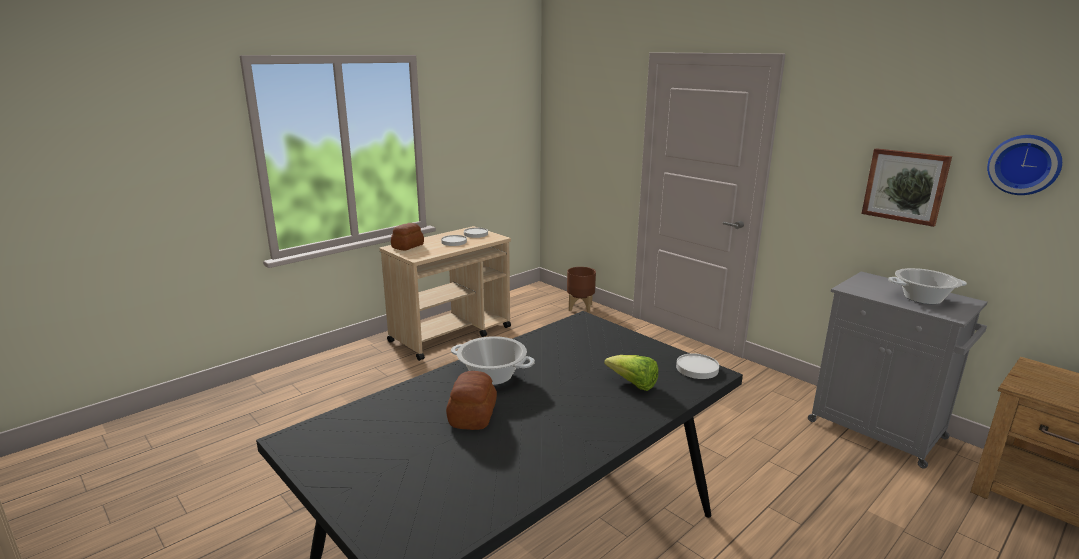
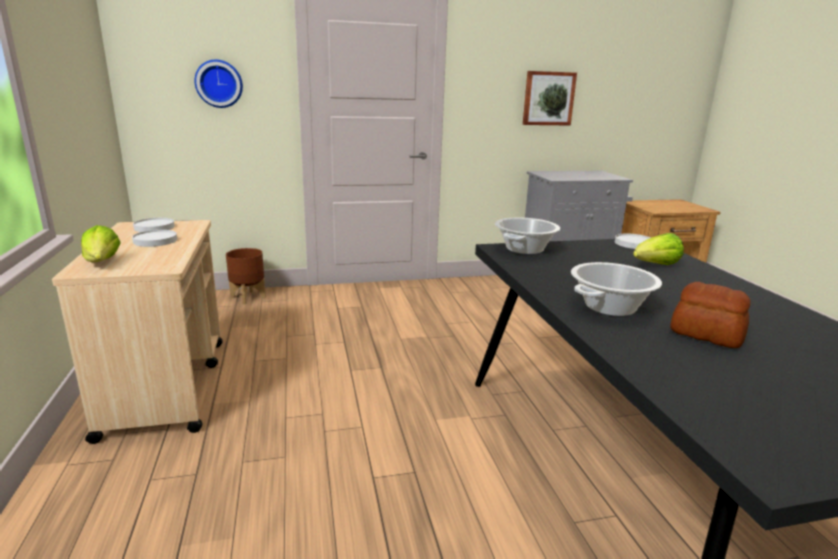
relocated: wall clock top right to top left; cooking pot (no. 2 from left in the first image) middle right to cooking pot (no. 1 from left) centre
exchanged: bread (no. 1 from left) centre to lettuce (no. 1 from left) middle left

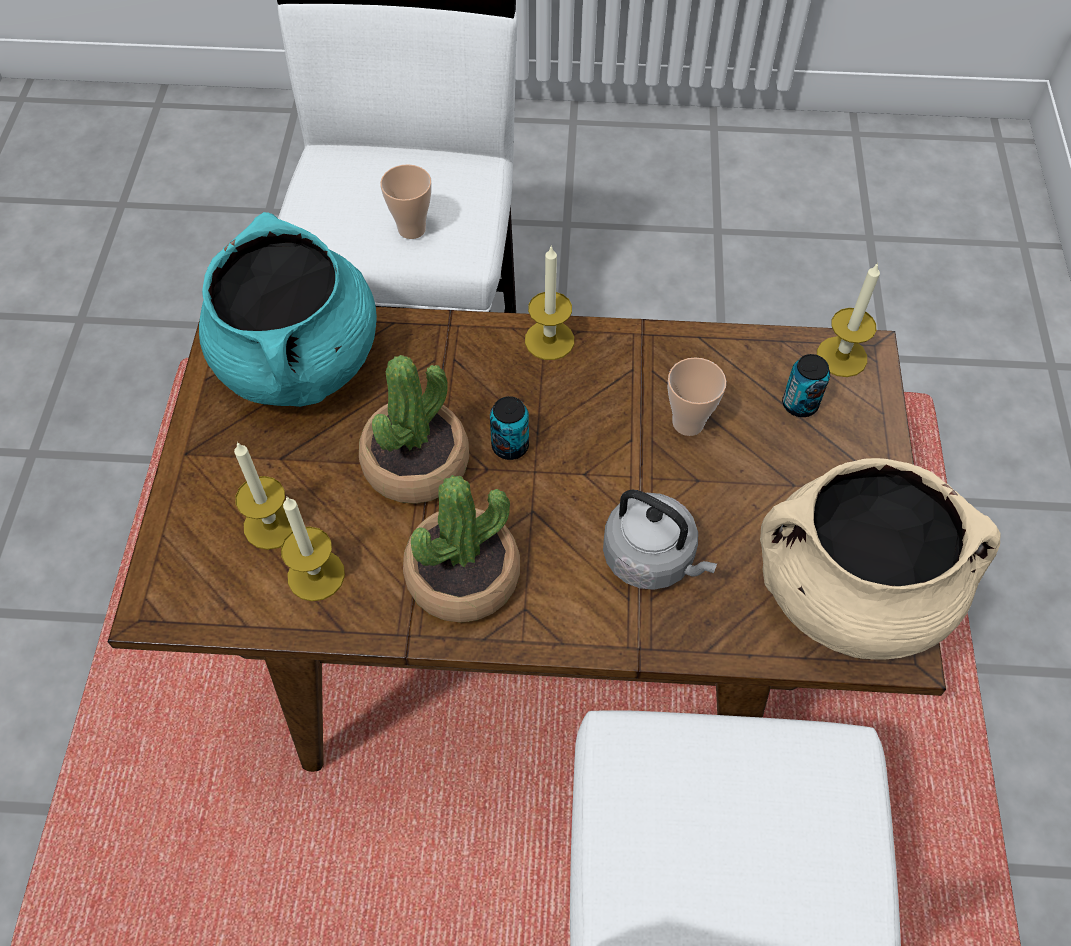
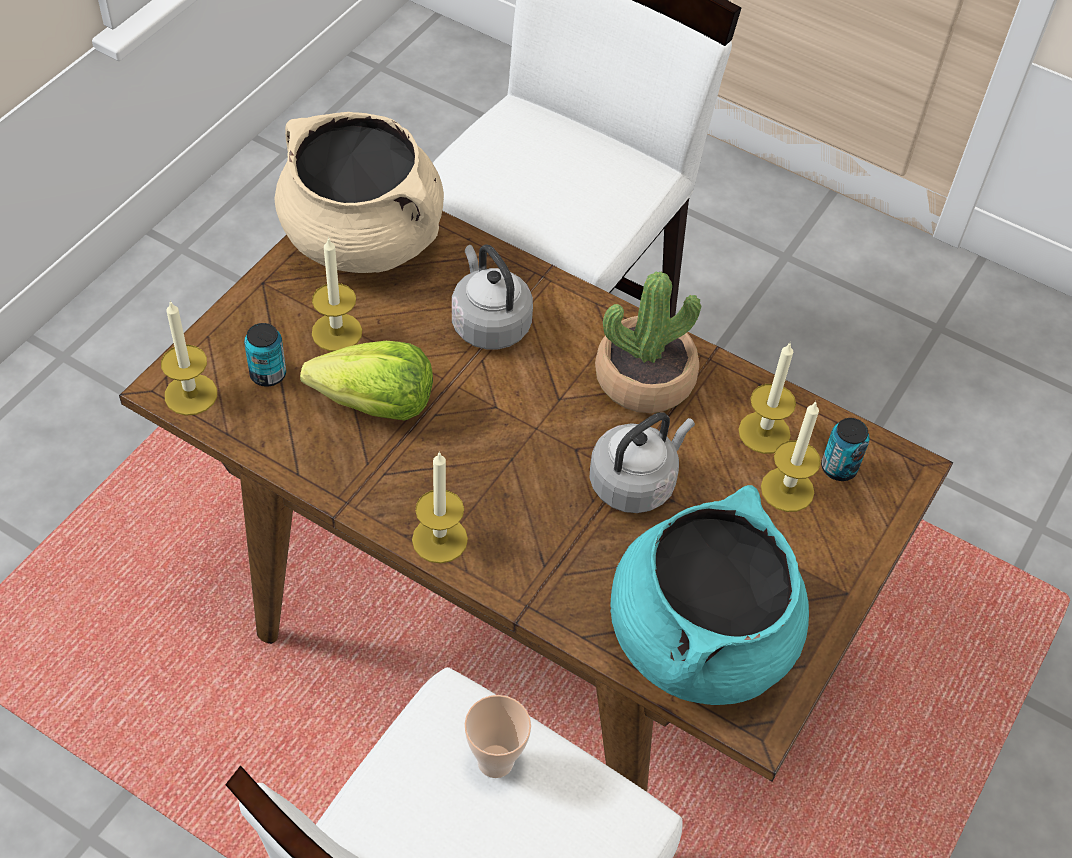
appeared: candle (no. 2 from left) middle left
relocated: can (no. 1 from left in the first image) centre to can (no. 2 from left) middle right
exchanged: cup (no. 2 from left) centre to lettuce centre; potted plant (no. 1 from left) centre to grey kettle (no. 2 from left) centre

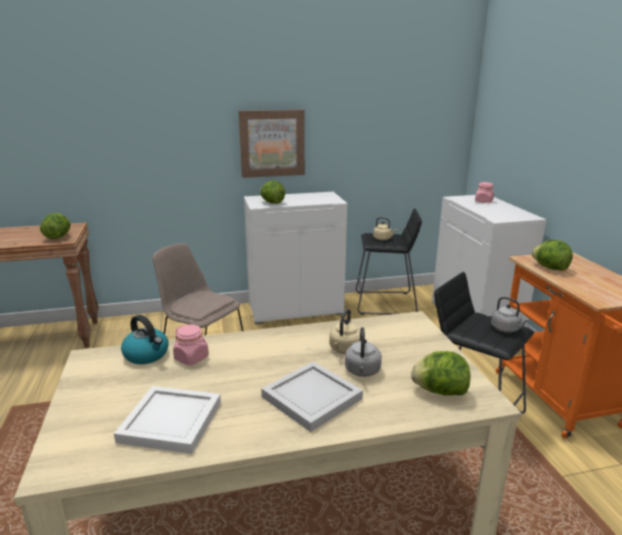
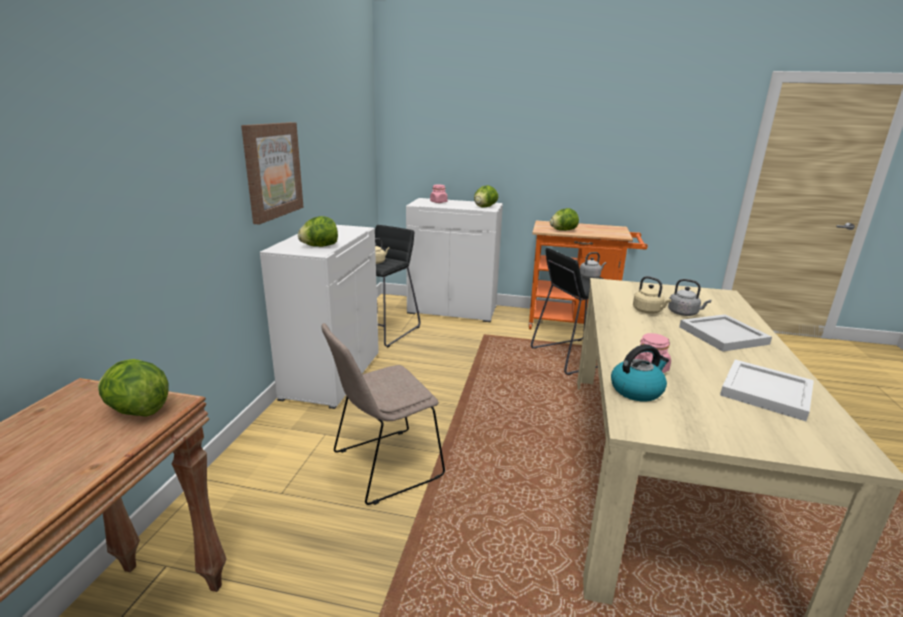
relocated: lettuce (no. 3 from left) bottom right to top centre

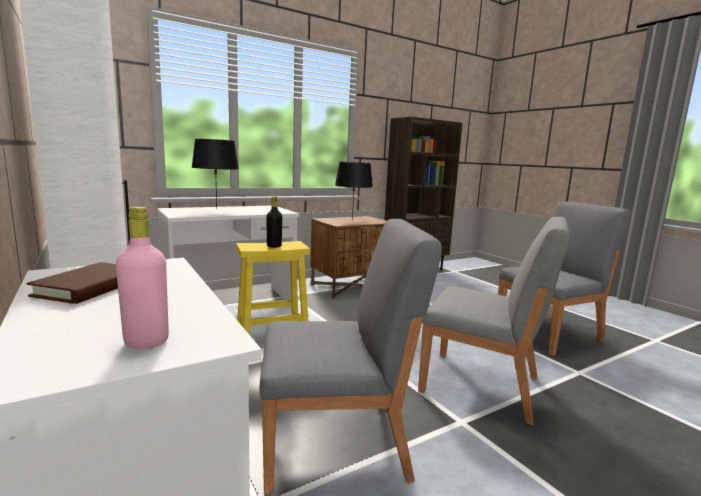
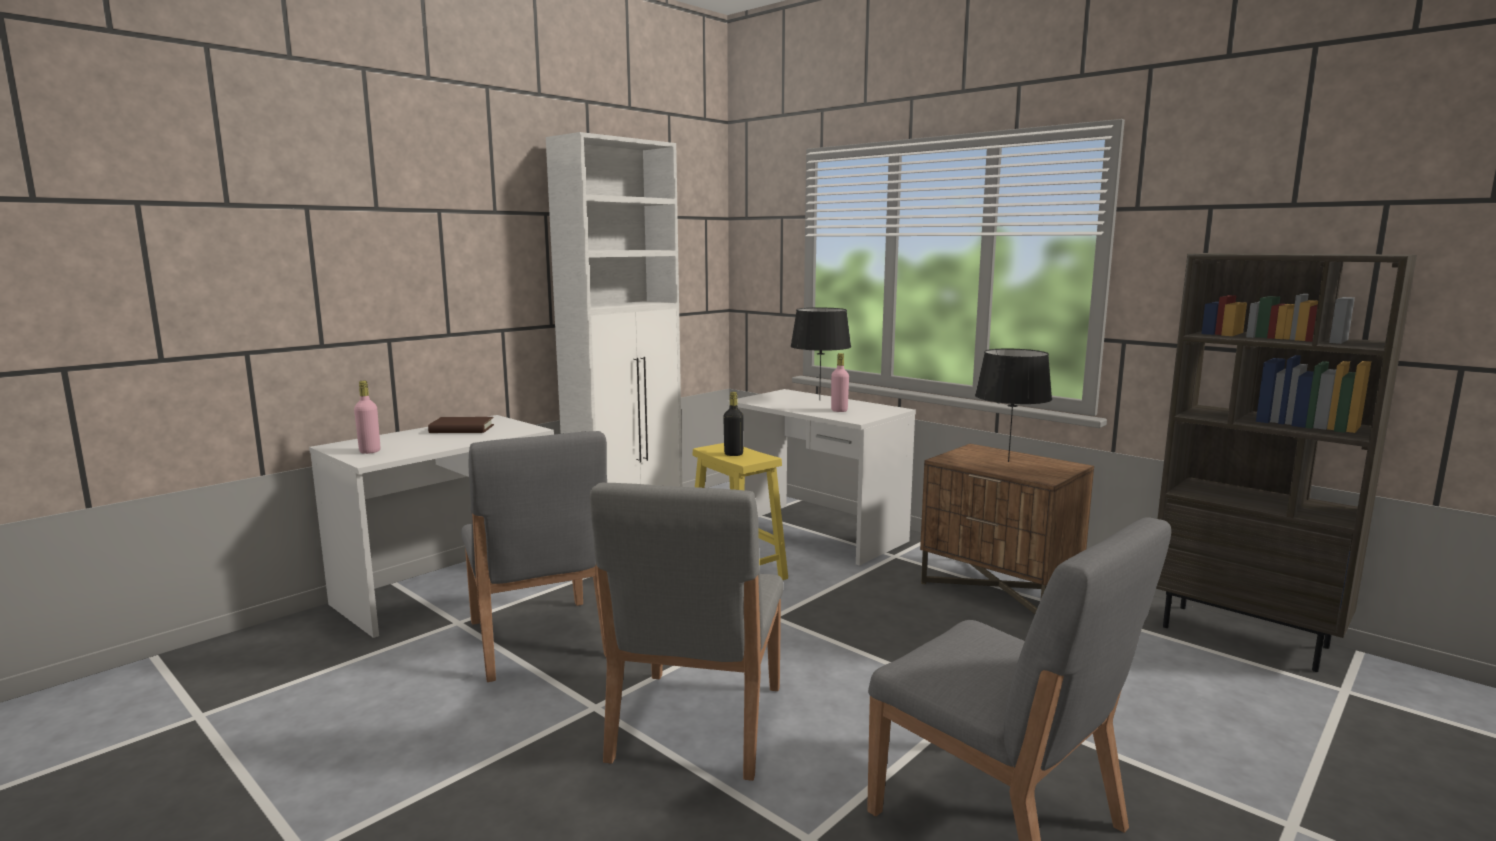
appeared: pink bottle (no. 2 from left) centre

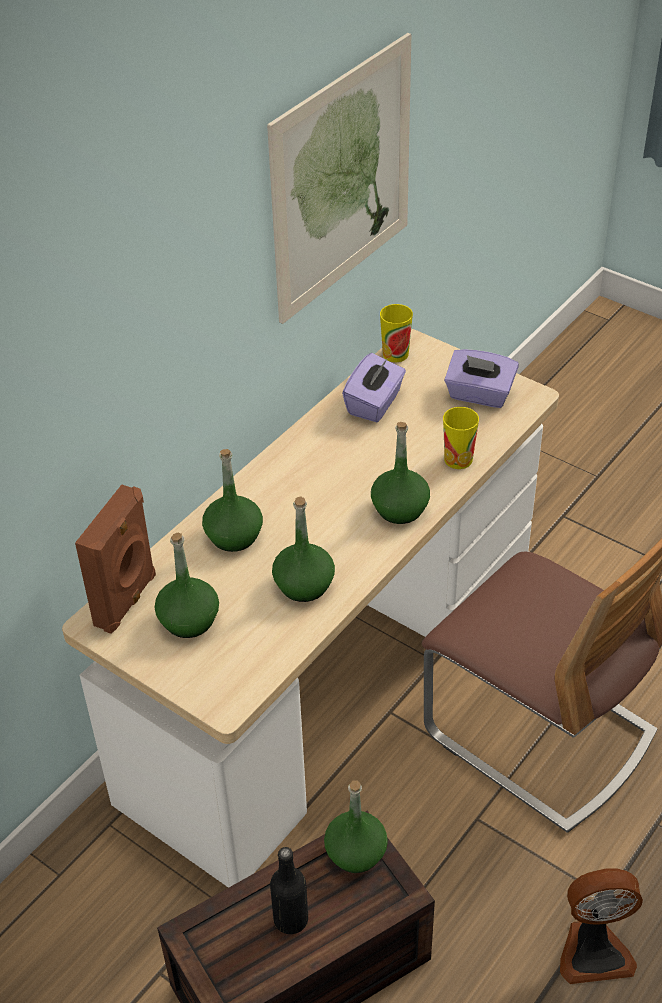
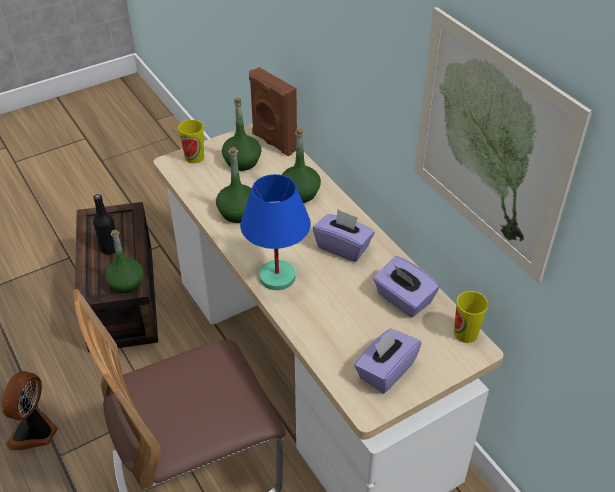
appeared: purple tissue box (no. 1 from left) centre
relocated: cup (no. 2 from left in the first image) middle right to cup (no. 1 from left) top left
exchanged: green bottle (no. 5 from left) centre to blue table lamp centre

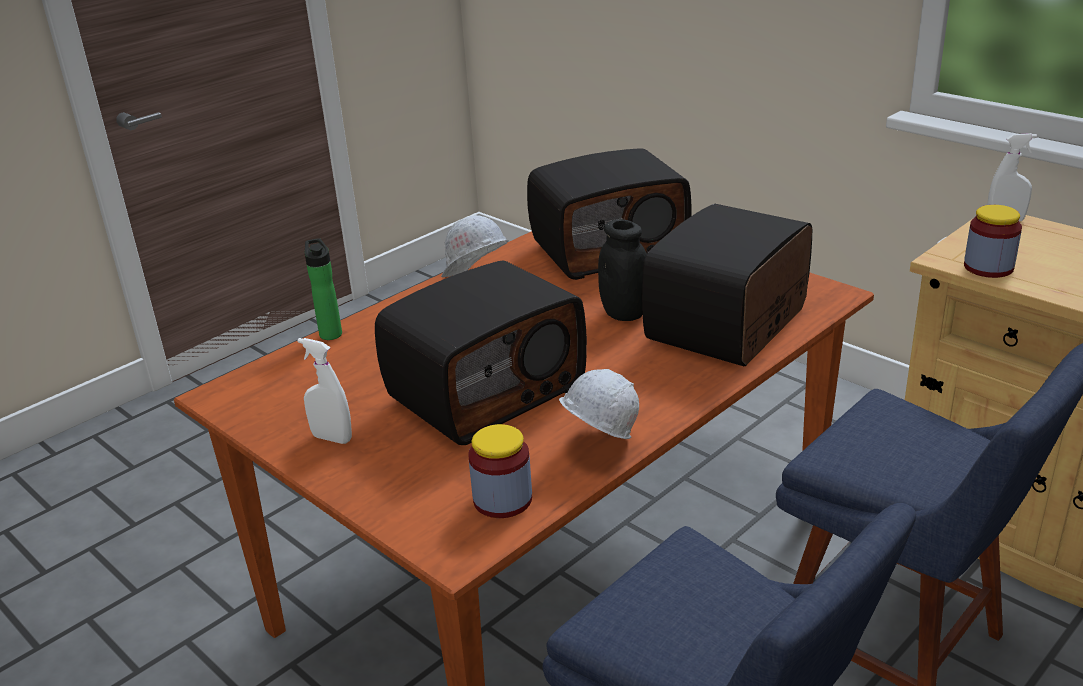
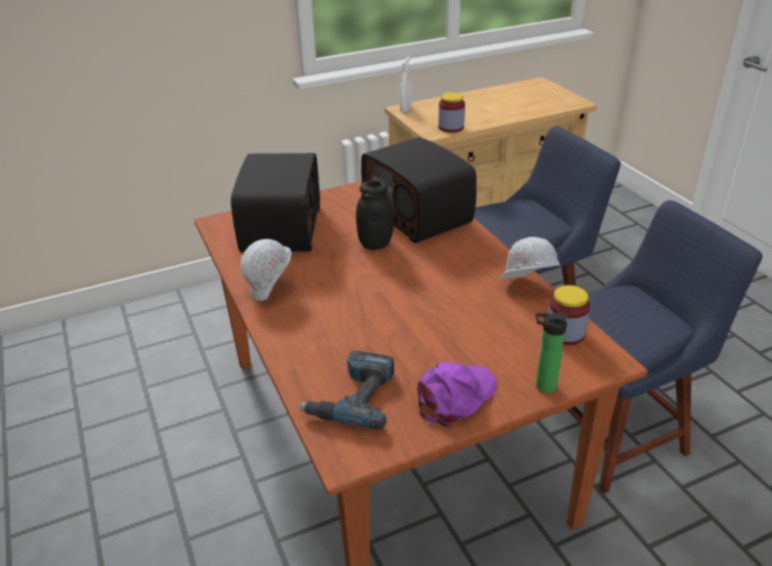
missing: radio (no. 1 from left) centre
appeared: power drill bottom centre
relocated: bottle middle left to middle right
exchanged: white spray bottle (no. 1 from left) middle left to purple cap bottom centre

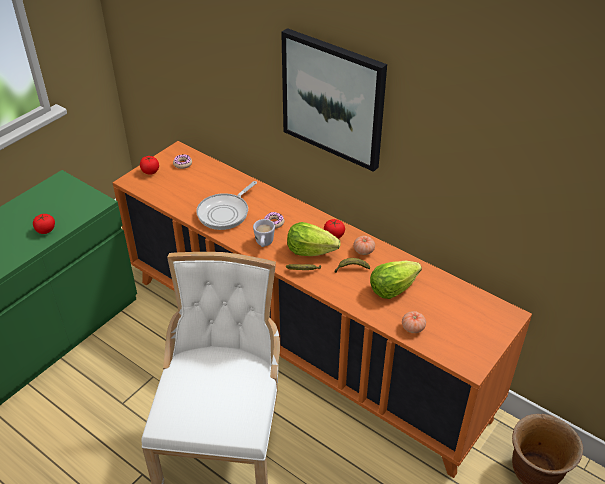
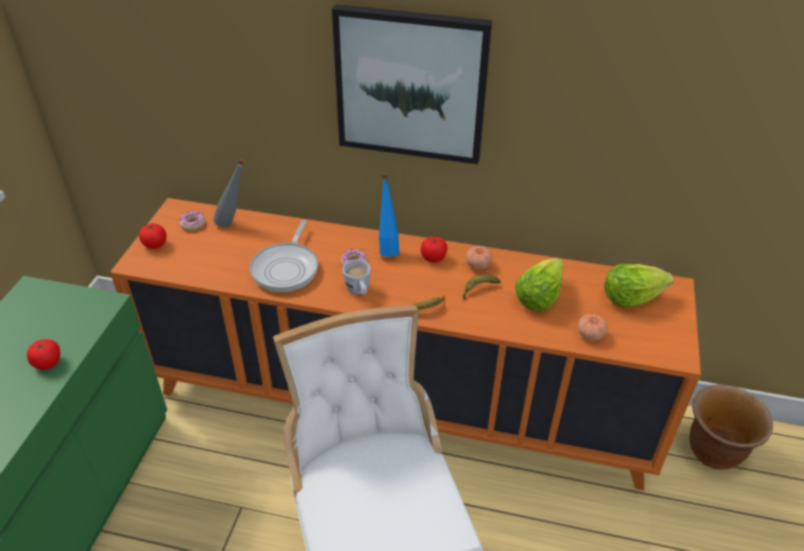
appeared: grey bottle middle left; blue bottle centre
relocated: lettuce (no. 1 from left in the first image) centre to lettuce (no. 2 from left) middle right

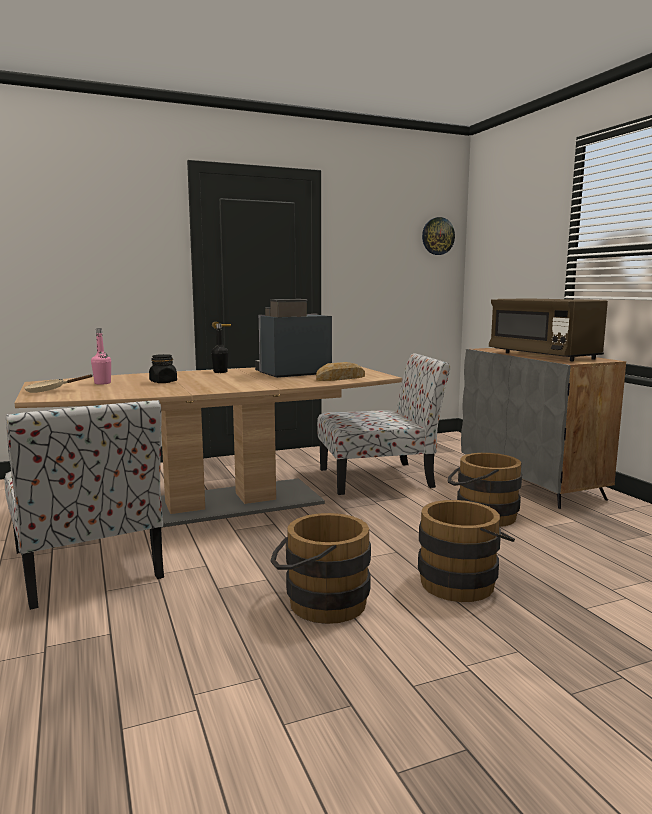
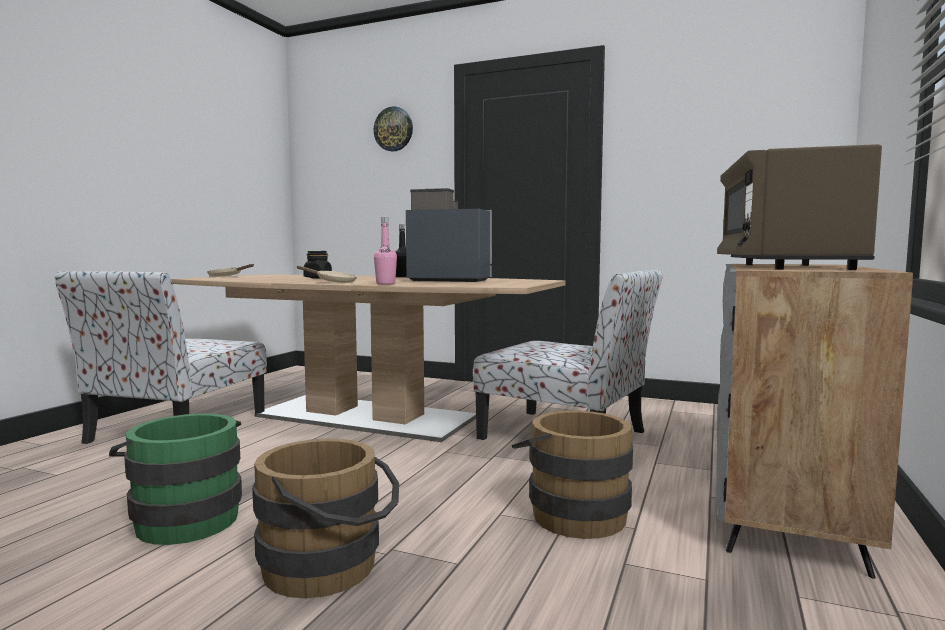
missing: bread centre
appeared: beige frying pan (no. 2 from left) centre
relocated: wall clock top right to top centre; pink bottle middle left to centre
colour: brown bucket (no. 1 from left) bottom centre to green bucket bottom left

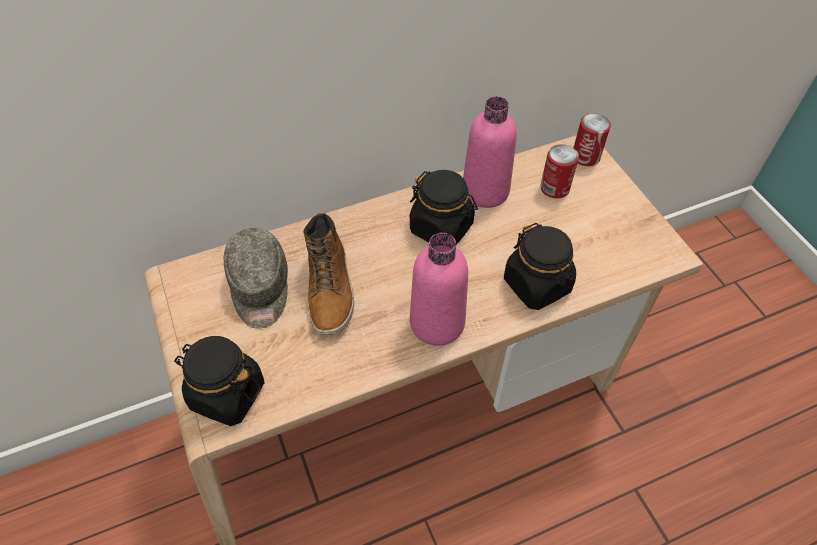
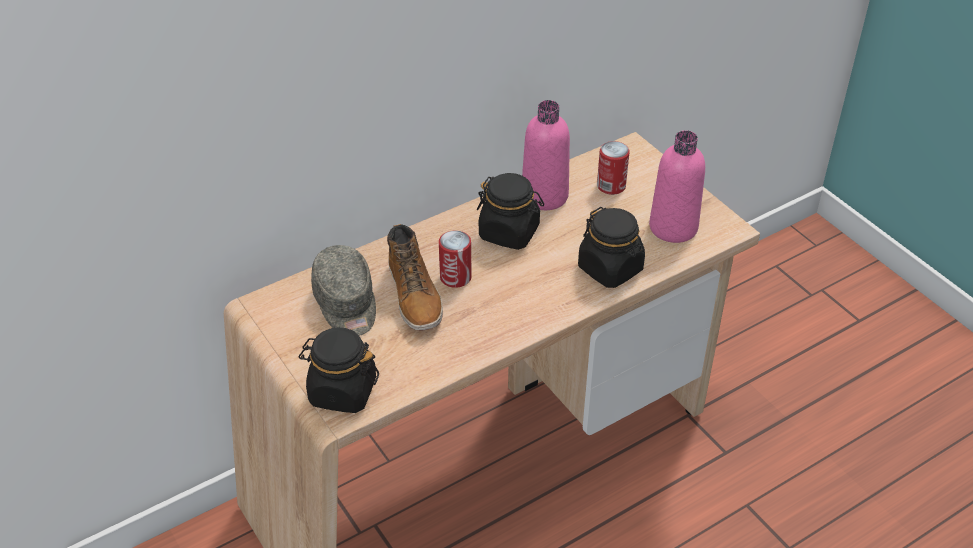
relocated: can (no. 2 from left in the first image) top right to can (no. 1 from left) centre; pink bottle (no. 1 from left in the first image) centre to pink bottle (no. 2 from left) middle right

